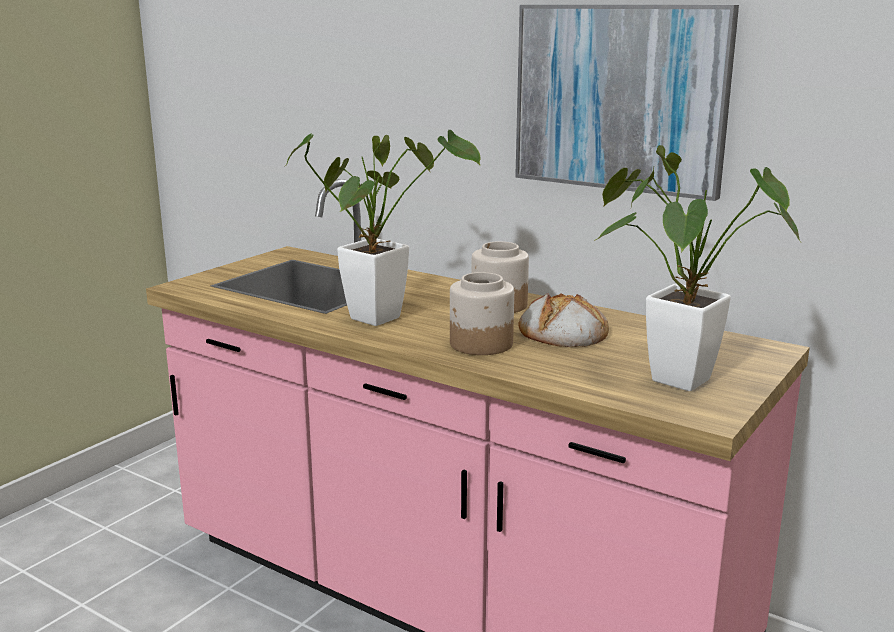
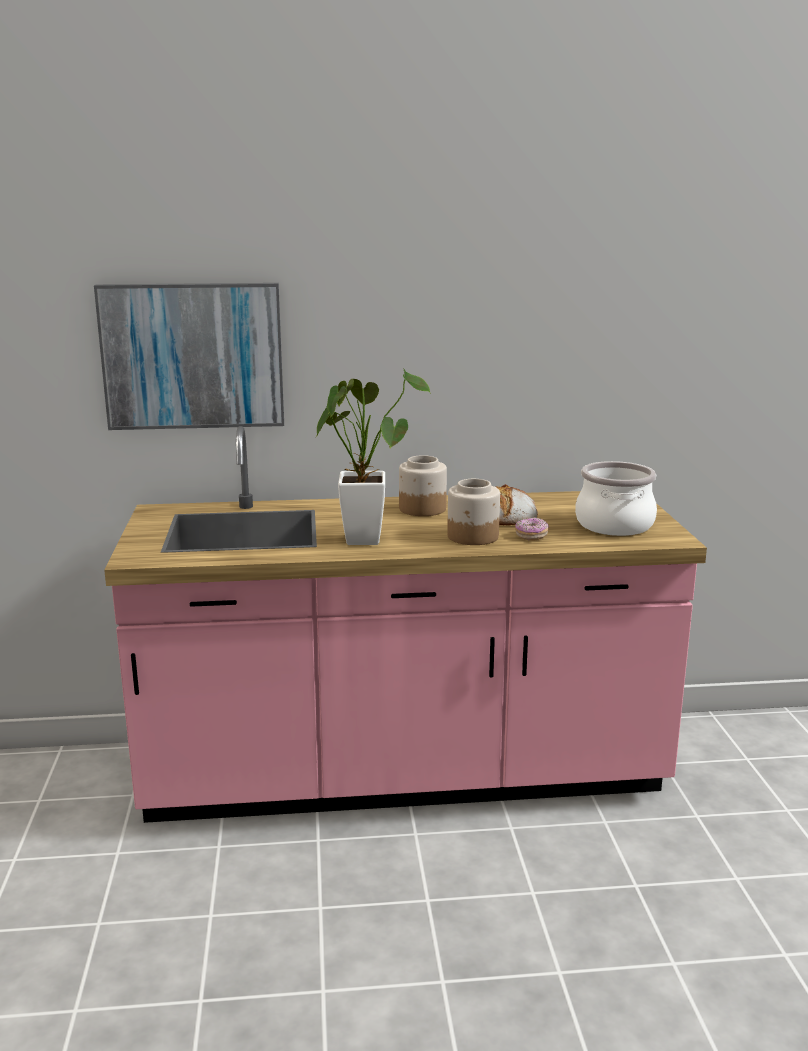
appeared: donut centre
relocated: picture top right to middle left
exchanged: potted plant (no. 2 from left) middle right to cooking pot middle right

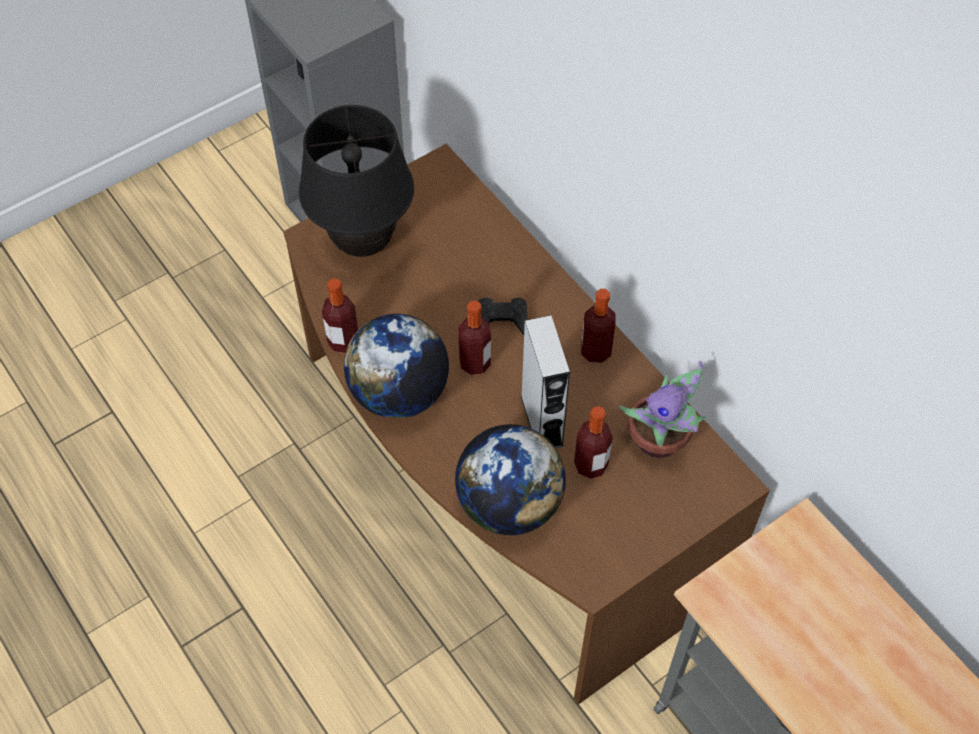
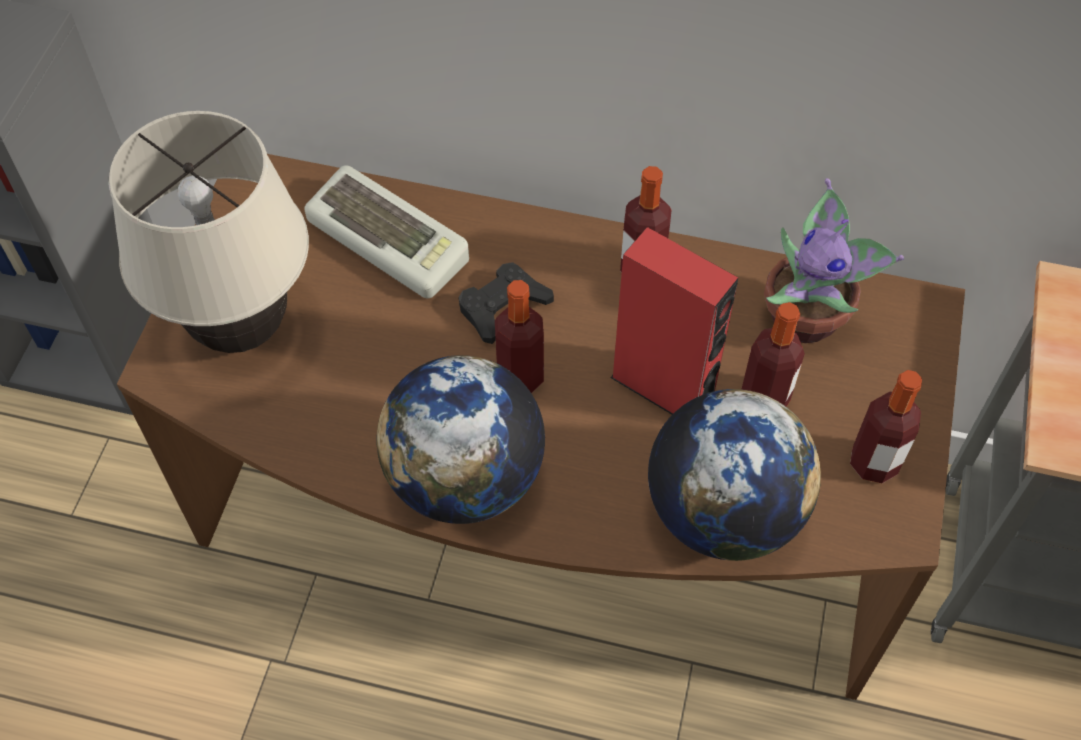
appeared: keyboard top centre
relocated: bottle (no. 1 from left in the first image) centre to bottle (no. 4 from left) middle right
colour: black table lamp top centre to beige table lamp top left; grey speaker centre to red speaker centre

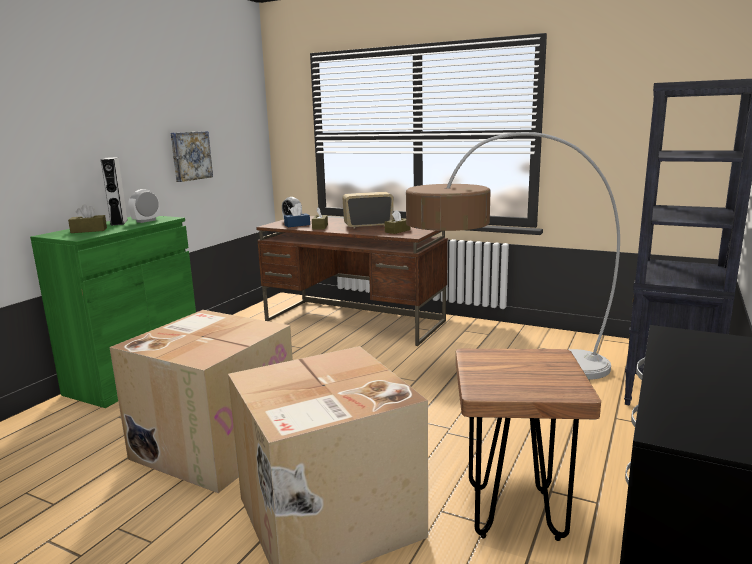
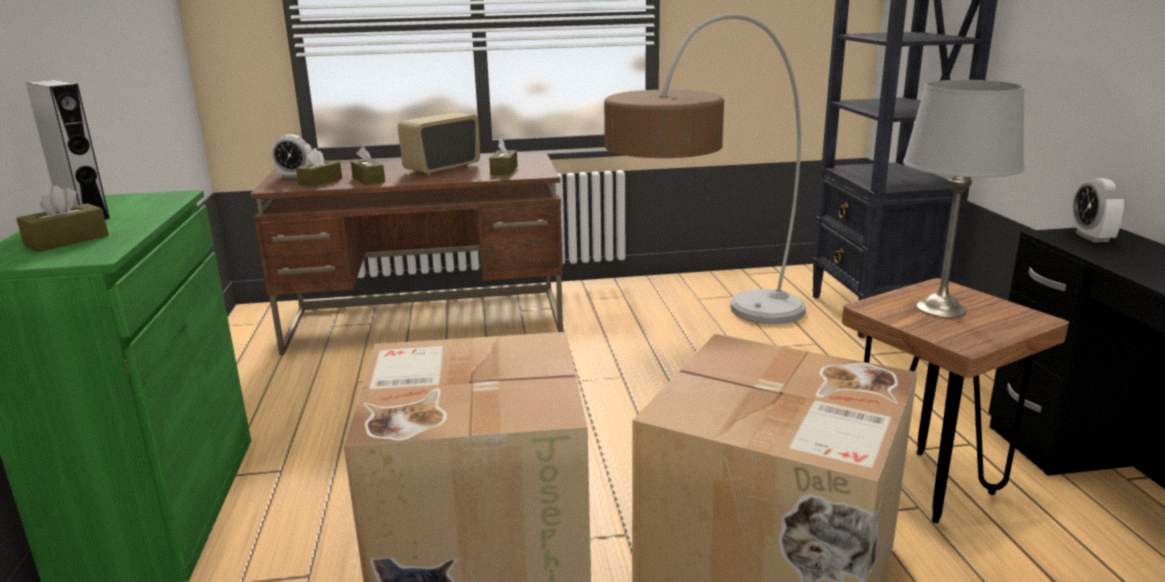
missing: picture top left
appeared: grey table lamp middle right
relocated: alarm clock (no. 1 from left in the first image) middle left to alarm clock (no. 2 from left) middle right
colour: blue tissue box centre to brown tissue box (no. 2 from left) top left

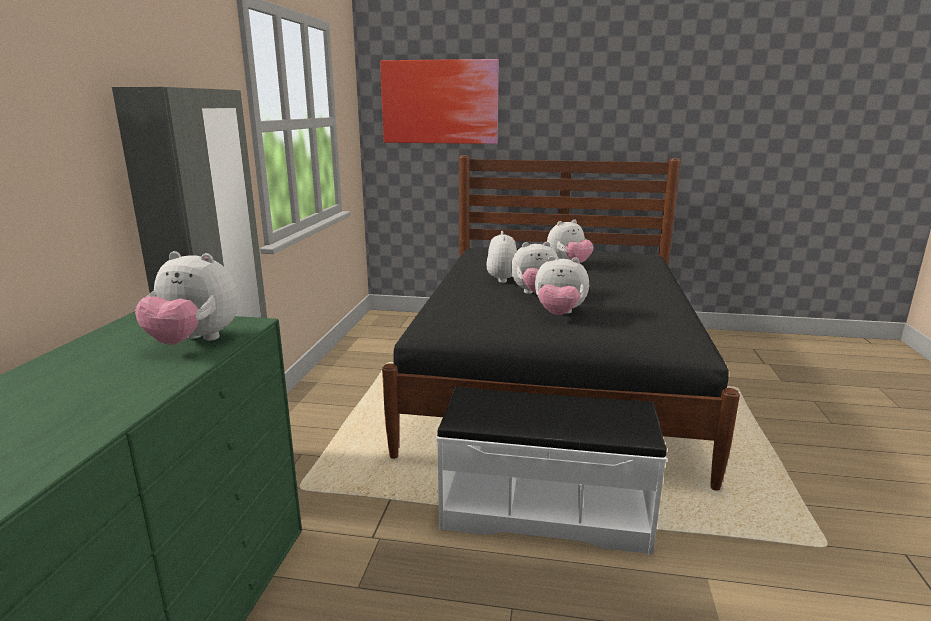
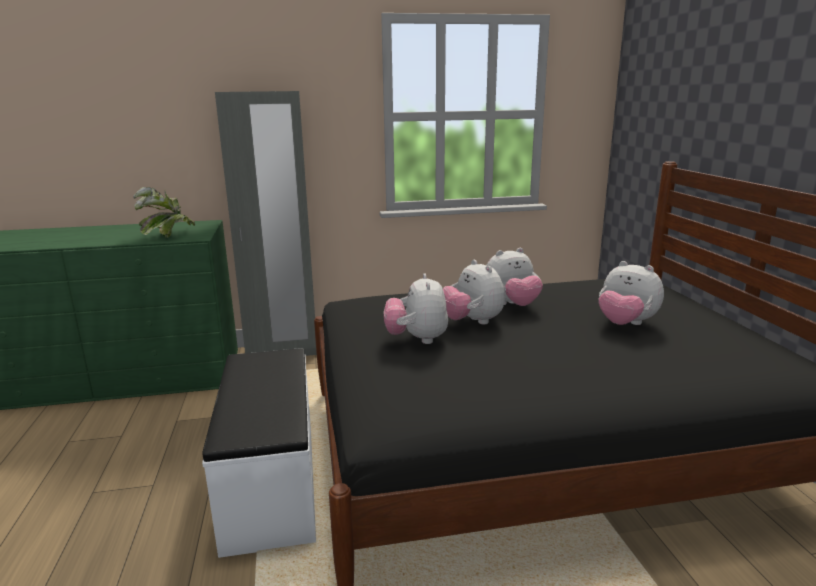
missing: picture top centre
exchanged: plush toy (no. 1 from left) middle left to potted plant middle left

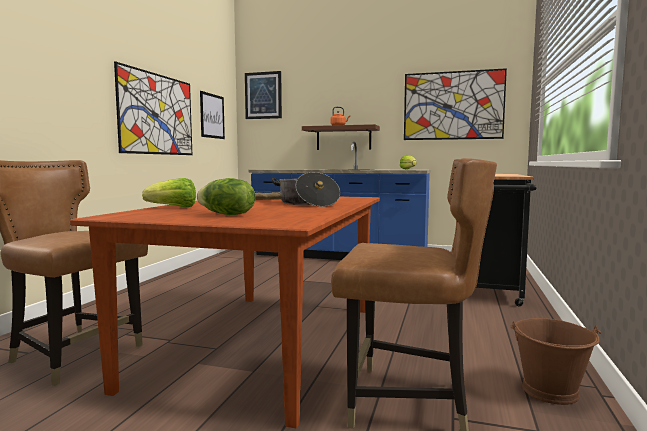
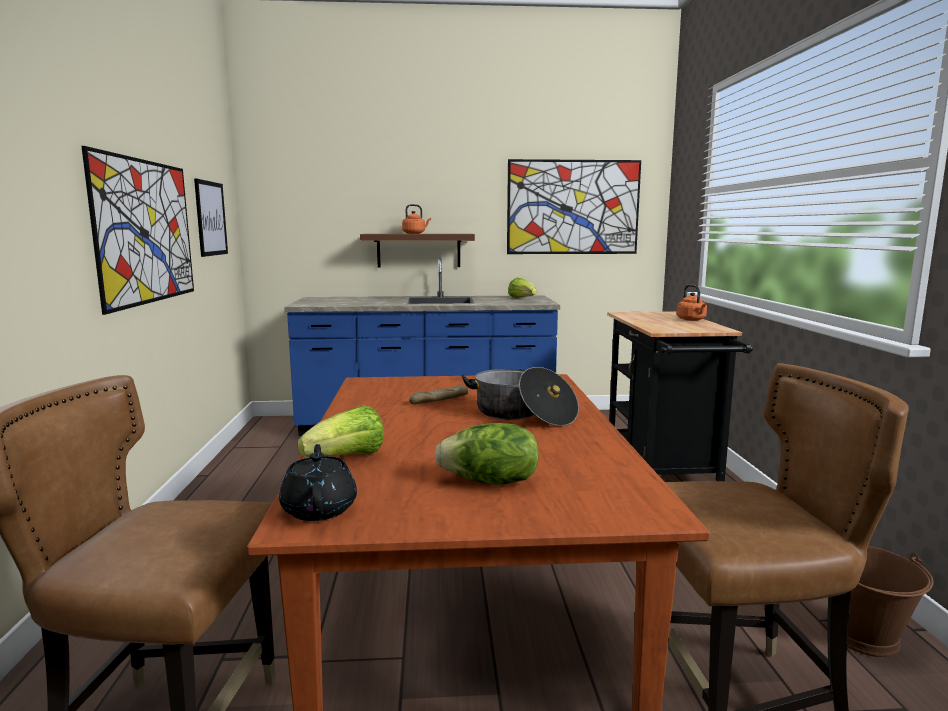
missing: picture (no. 3 from left) top centre
appeared: black teapot bottom centre; orange kettle (no. 2 from left) middle right

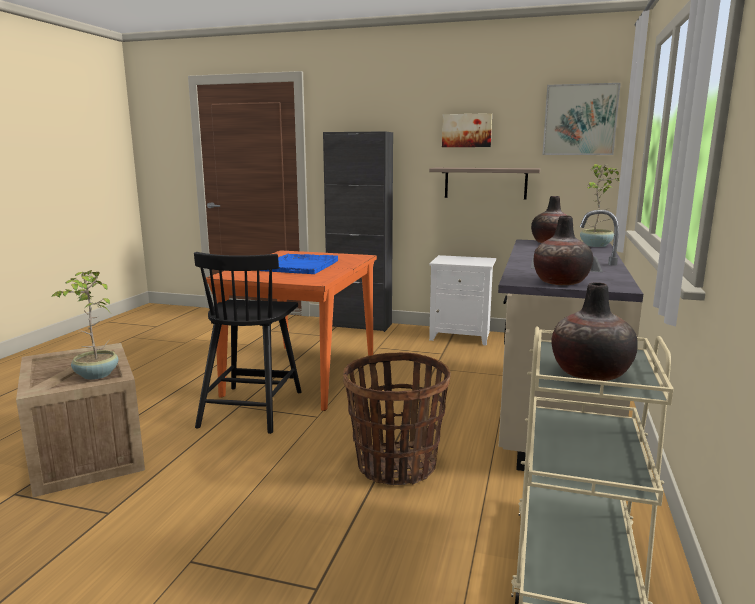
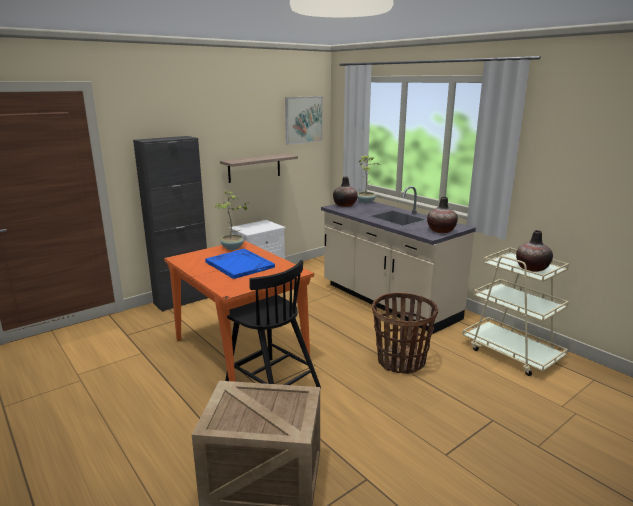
missing: picture (no. 1 from left) top centre
relocated: potted plant (no. 1 from left) middle left to centre

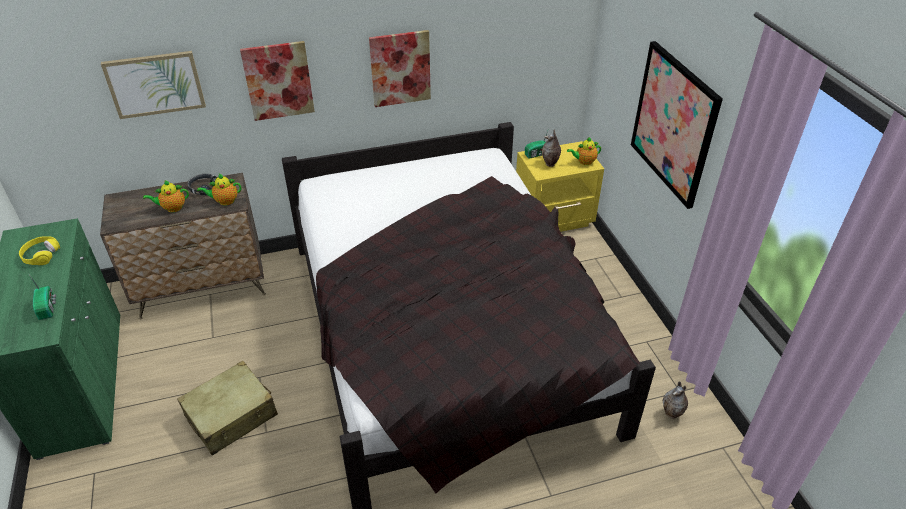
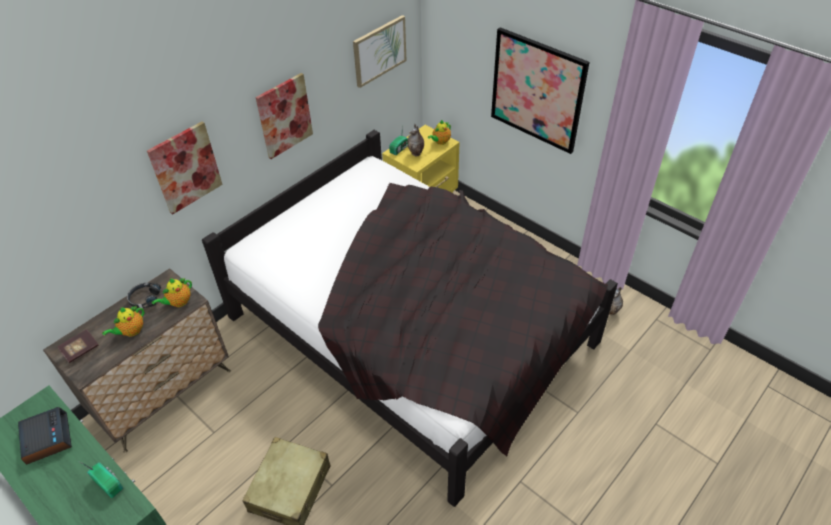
appeared: book middle left
relocated: picture (no. 1 from left in the first image) top left to picture (no. 3 from left) top centre
exchanged: yellow headphones middle left to alarm clock bottom left

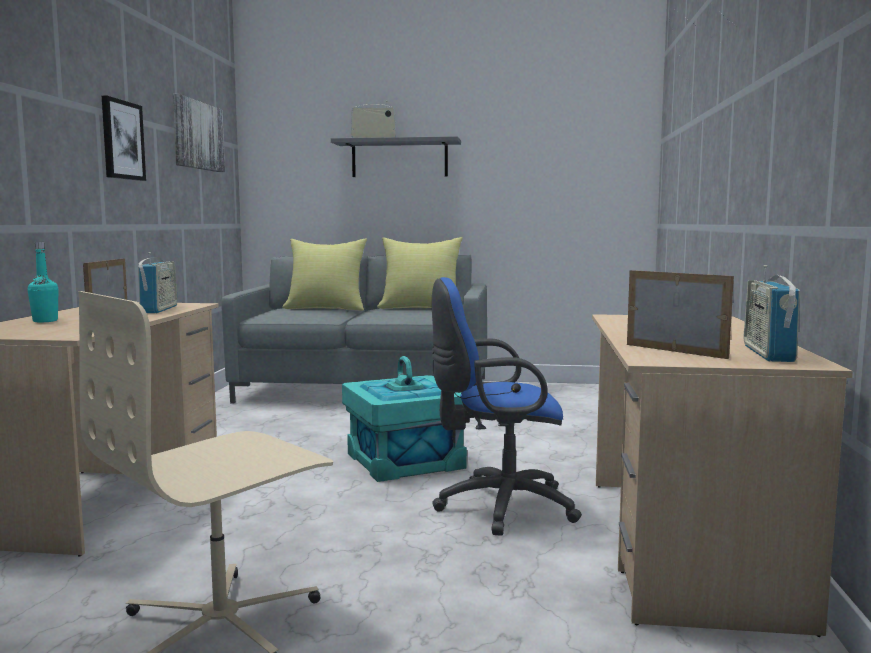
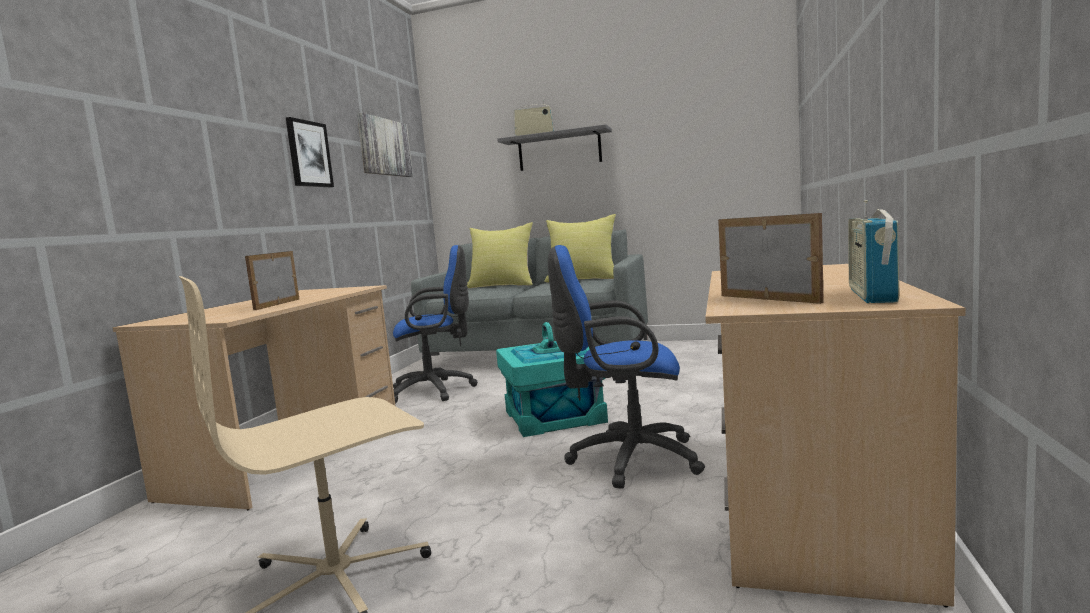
missing: turquoise bottle middle left; radio (no. 1 from left) middle left
appeared: blue office chair (no. 1 from left) centre

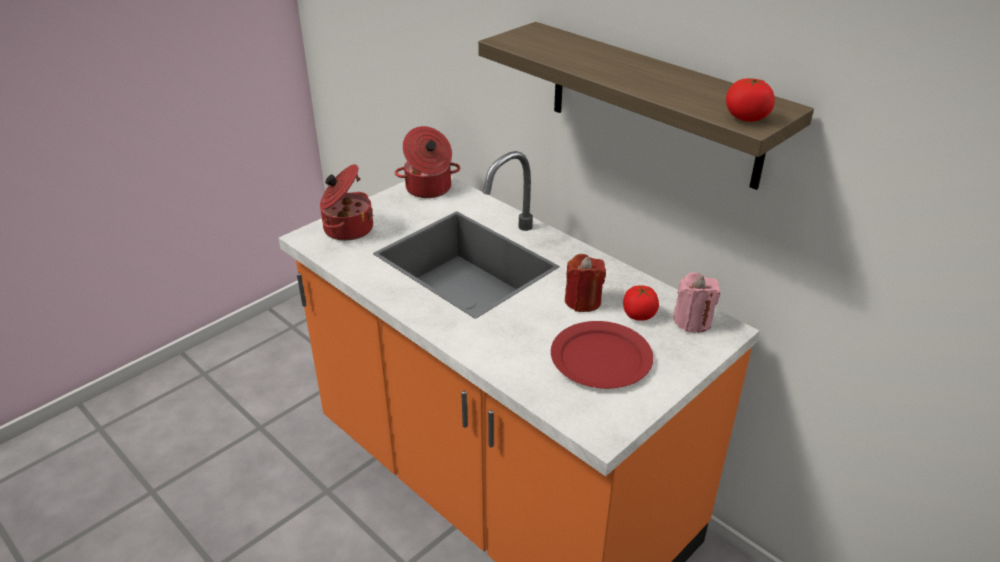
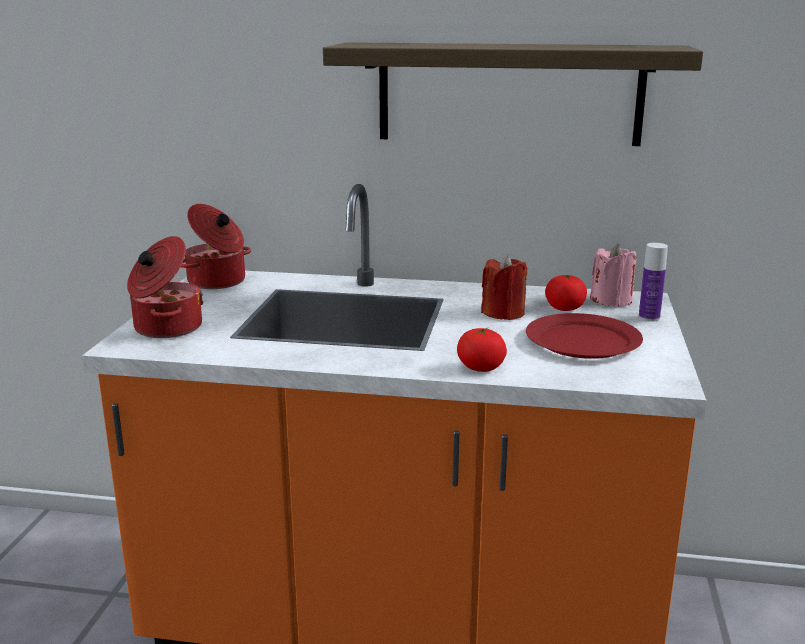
appeared: bottle middle right
relocated: tomato (no. 2 from left in the first image) top right to tomato (no. 1 from left) centre

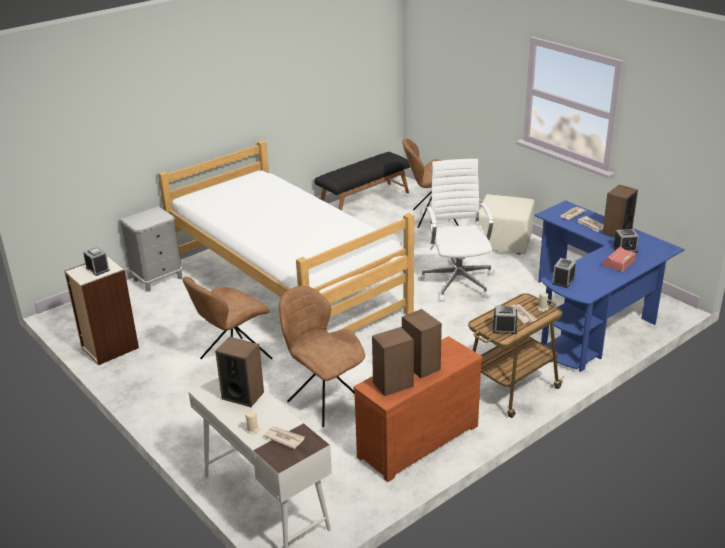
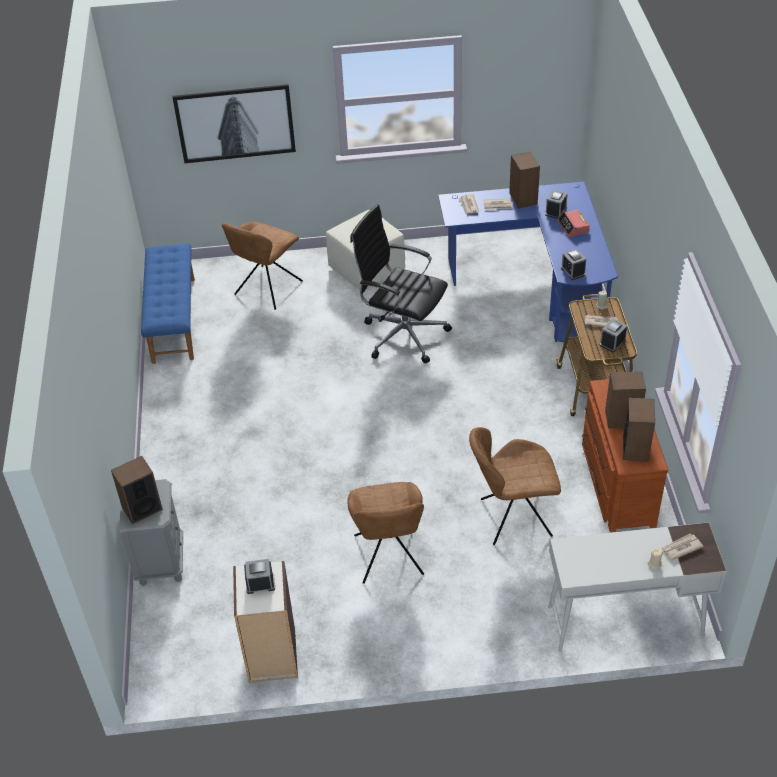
missing: bed centre
appeared: picture top left
relocated: speaker (no. 1 from left) bottom left to middle left
colour: black bench top centre to blue bench middle left; white office chair centre to black office chair centre

